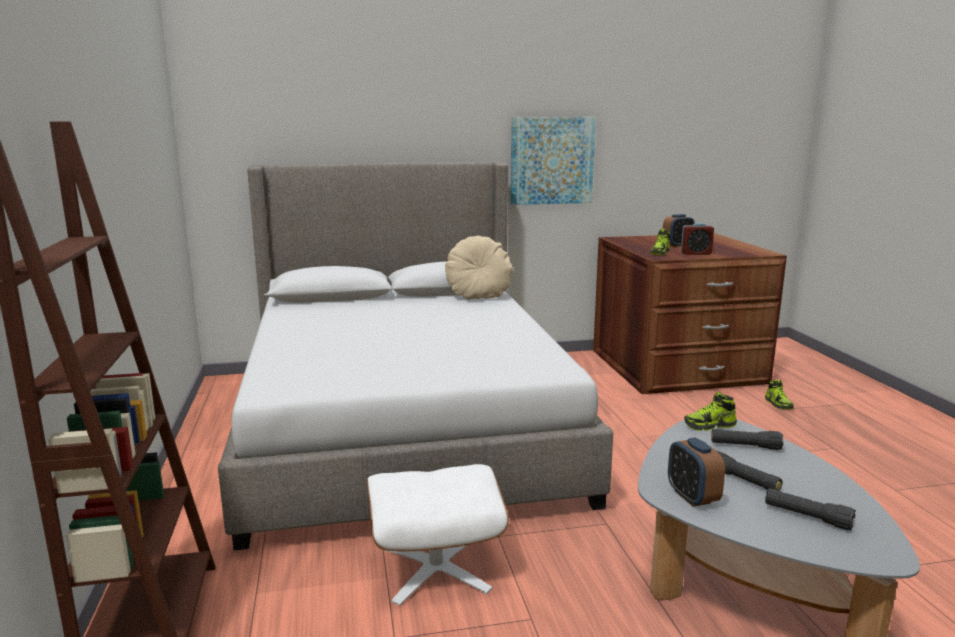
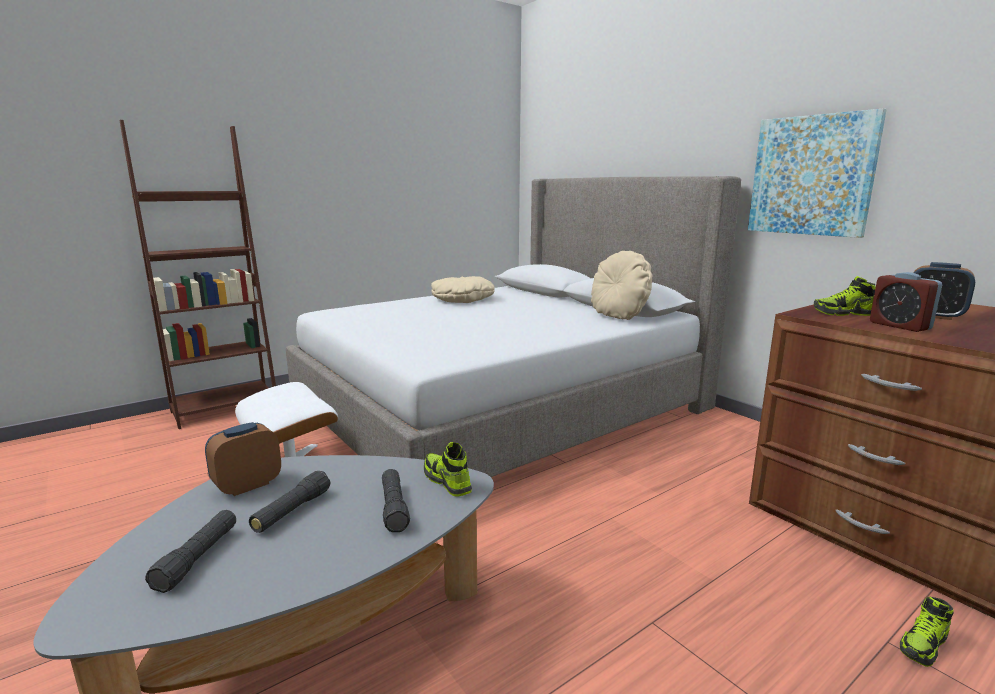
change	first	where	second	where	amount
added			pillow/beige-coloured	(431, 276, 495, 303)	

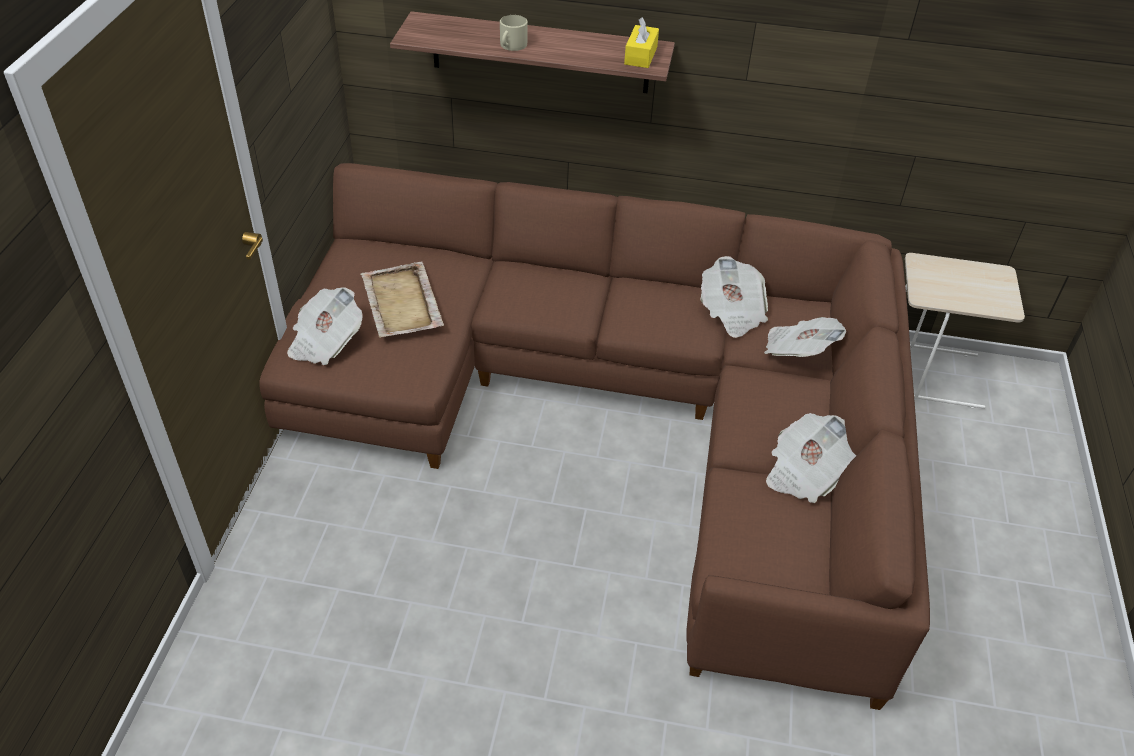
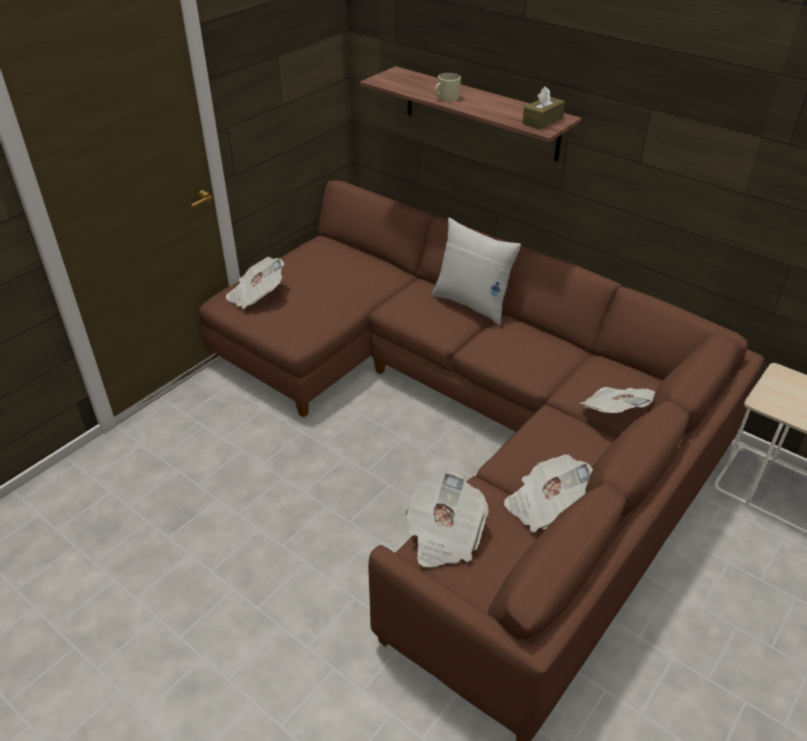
change	first	where	second	where	amount
moved	daily paper	(700, 256, 768, 338)		(406, 471, 489, 567)	
added			pillow/gray	(432, 218, 521, 325)	
recoloured	tissue box/yellowish	(624, 17, 659, 68)	tissue box/brownish	(522, 86, 565, 130)	
removed	serving tray/beige-coloured	(360, 261, 444, 338)			

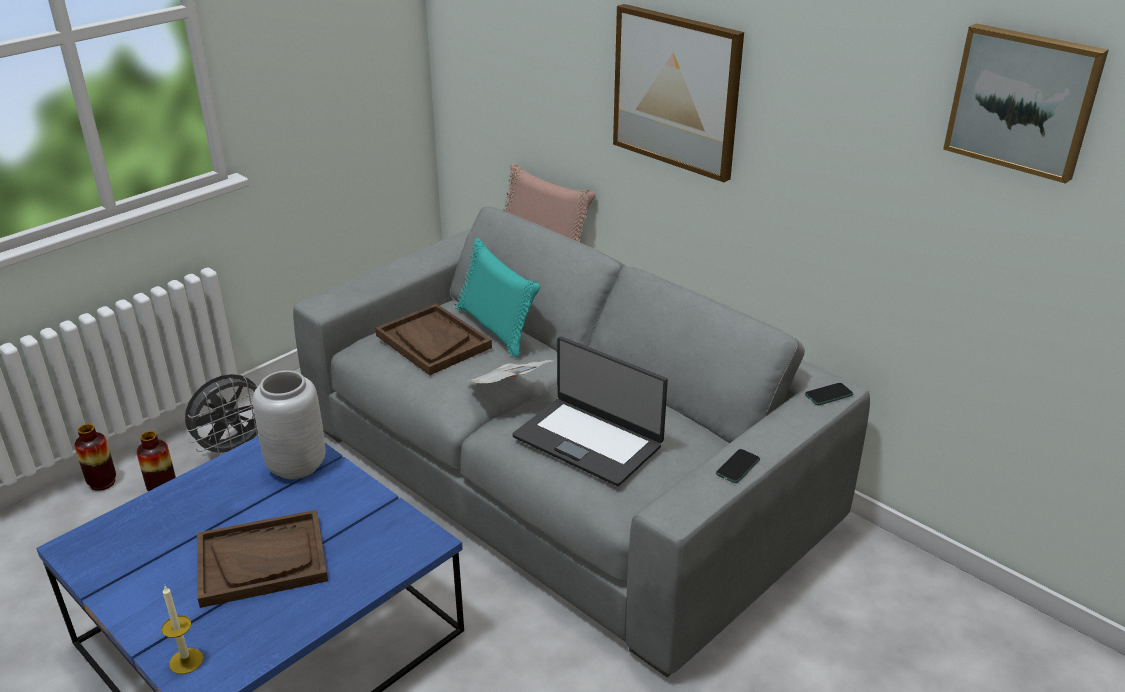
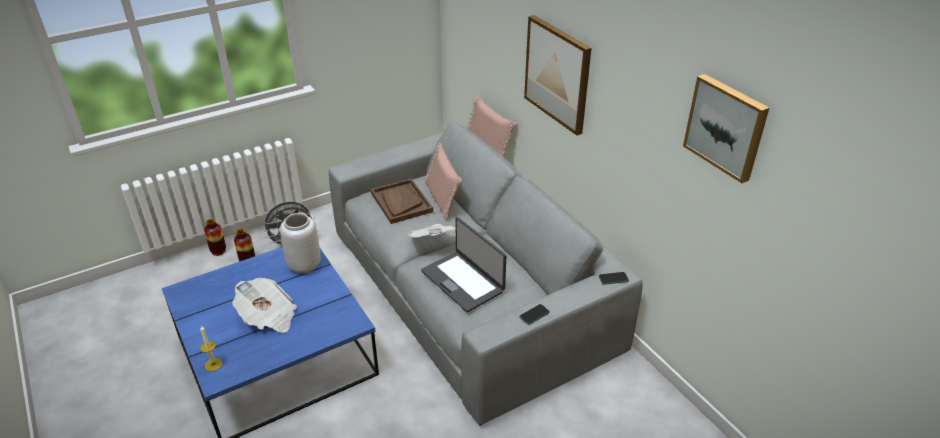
change	first	where	second	where	amount
replaced	serving tray/brownish	(197, 510, 328, 608)	daily paper	(232, 278, 297, 333)	
recoloured	pillow/turquoise	(454, 238, 540, 358)	pillow/beige-coloured	(423, 143, 462, 221)	

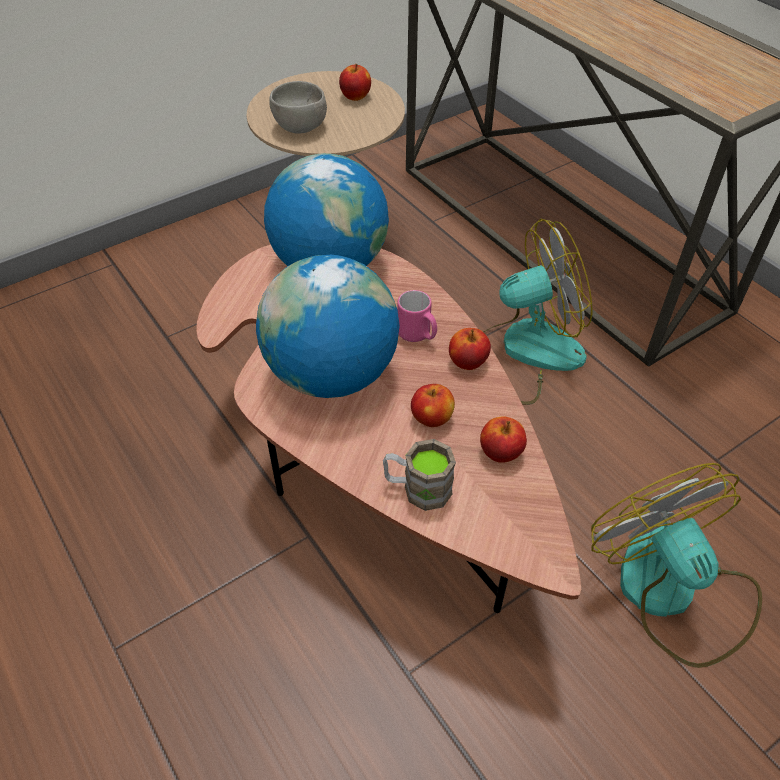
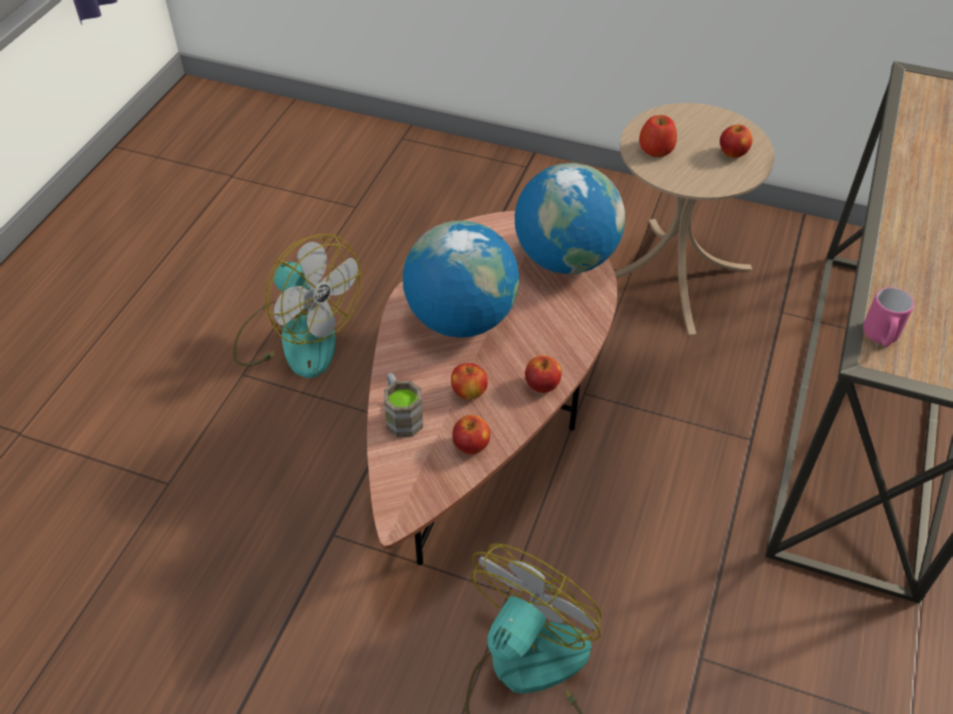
change	first	where	second	where	amount
moved	electric fan	(483, 219, 592, 405)		(233, 234, 362, 378)	
replaced	serving bowl/gray	(269, 81, 327, 134)	whole apple	(639, 115, 677, 157)	
moved	tea mug/pink-coloured	(397, 290, 437, 342)		(863, 287, 914, 347)	

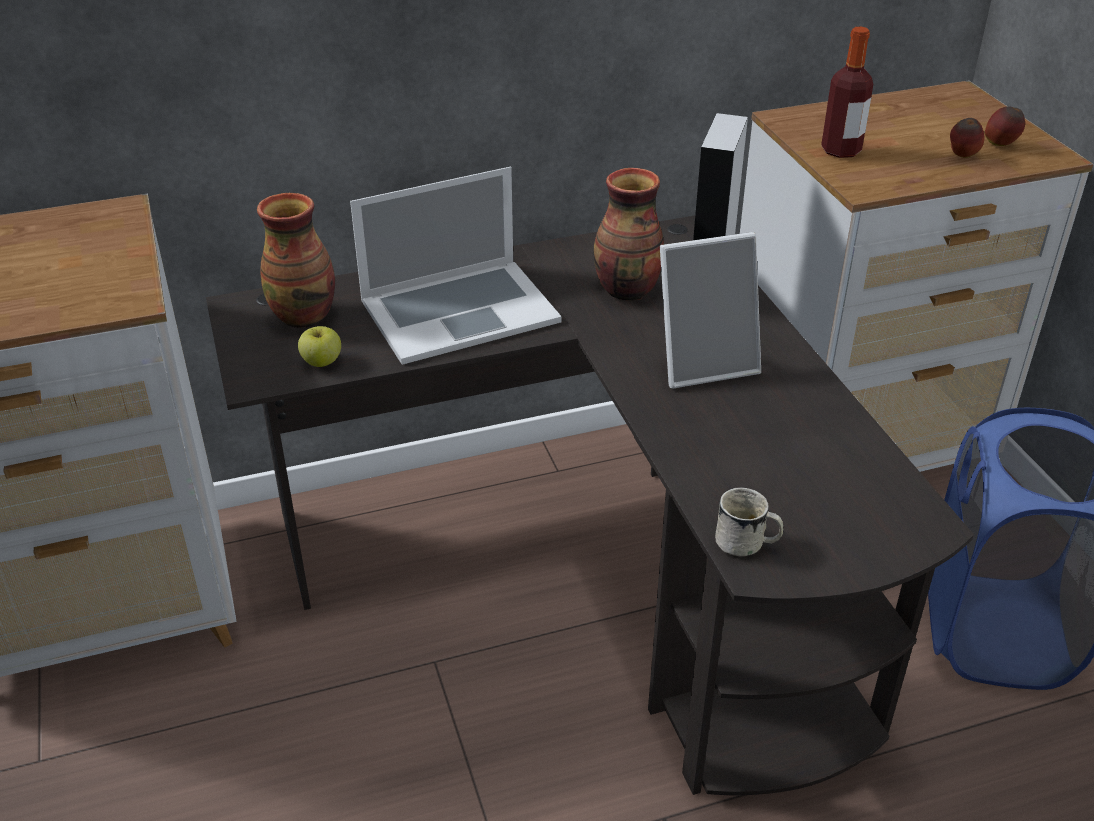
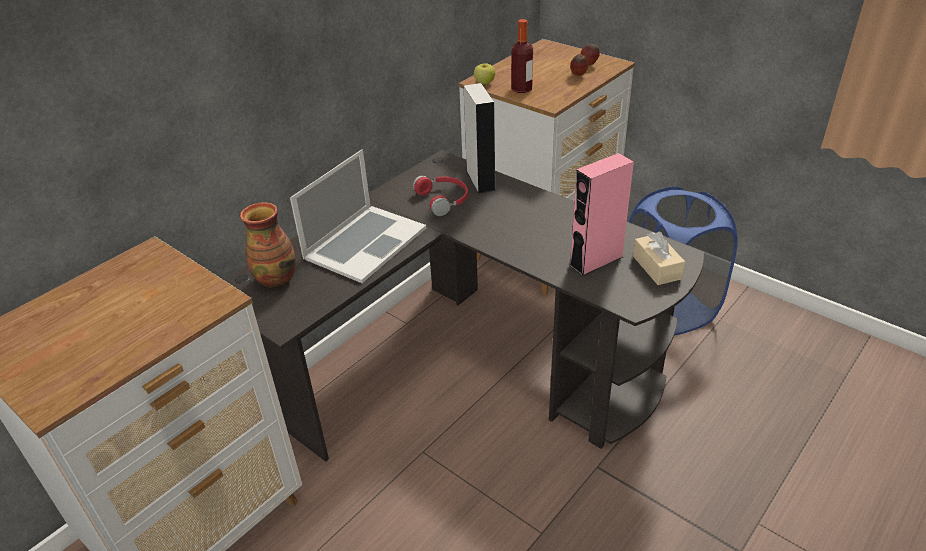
change	first	where	second	where	amount
replaced	decorative vase	(593, 168, 664, 301)	headset/reddish	(413, 175, 468, 216)	
moved	whole apple	(298, 326, 341, 367)		(474, 63, 495, 84)	
added			audio speaker/pink-coloured	(569, 153, 634, 276)	
added			tissue box/beige-coloured	(633, 232, 685, 285)	
removed	picture frame	(660, 232, 761, 389)			
removed	tea mug/white-coloured	(715, 487, 783, 556)			

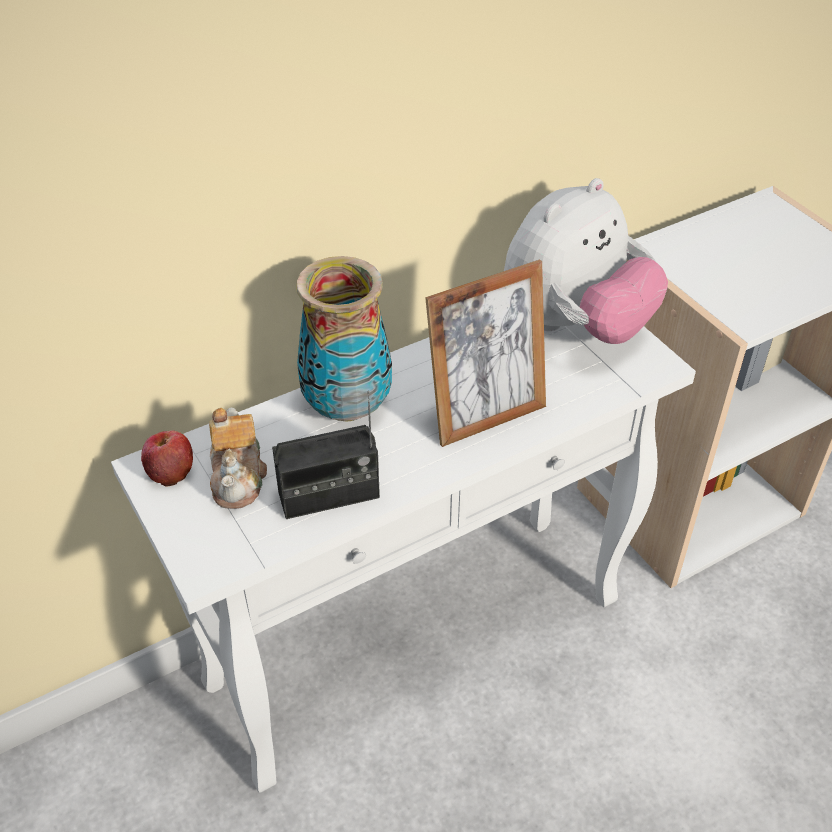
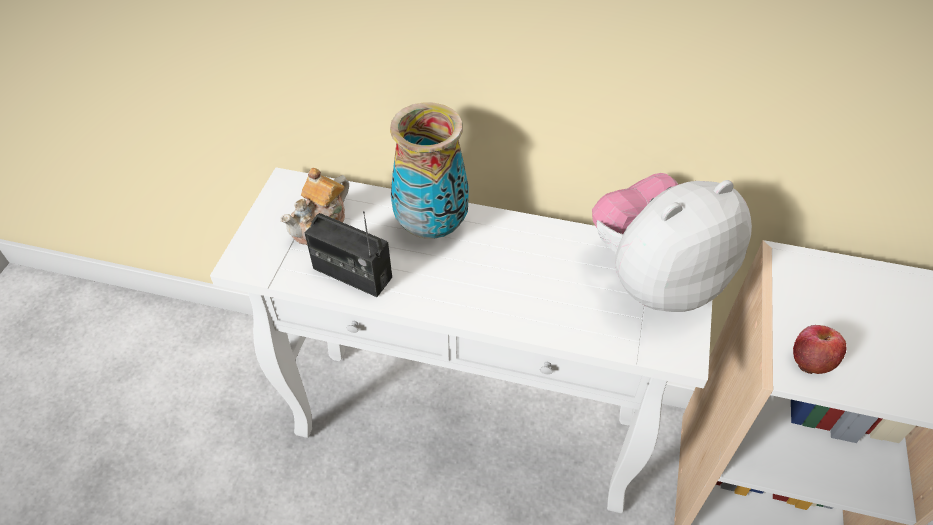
change	first	where	second	where	amount
turned	cuddly toy	(504, 178, 668, 344)		(592, 173, 752, 312)	150 degrees clockwise
moved	whole apple	(141, 430, 193, 487)		(793, 325, 846, 374)	
removed	picture frame	(425, 260, 546, 447)			

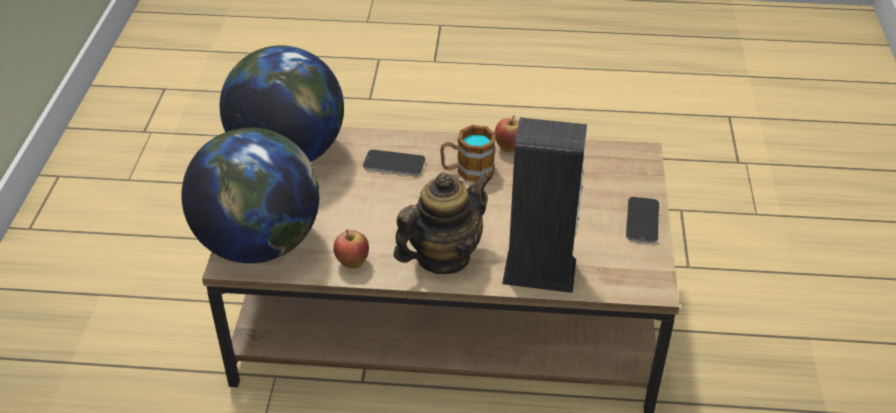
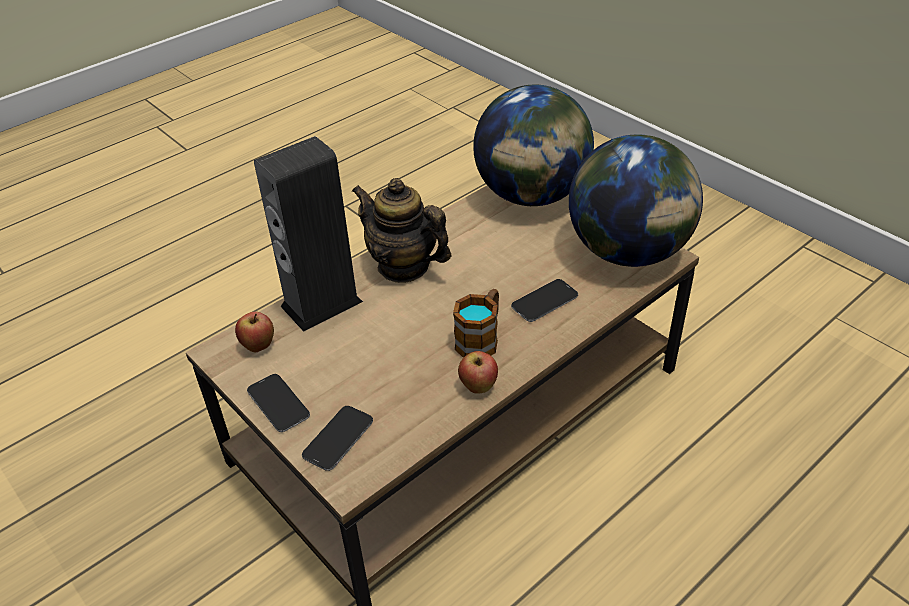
change	first	where	second	where	amount
moved	whole apple	(333, 229, 369, 269)		(235, 312, 274, 352)	
added			phone	(302, 406, 373, 471)	
turned	teapot	(393, 172, 492, 274)		(352, 178, 451, 283)	120 degrees clockwise

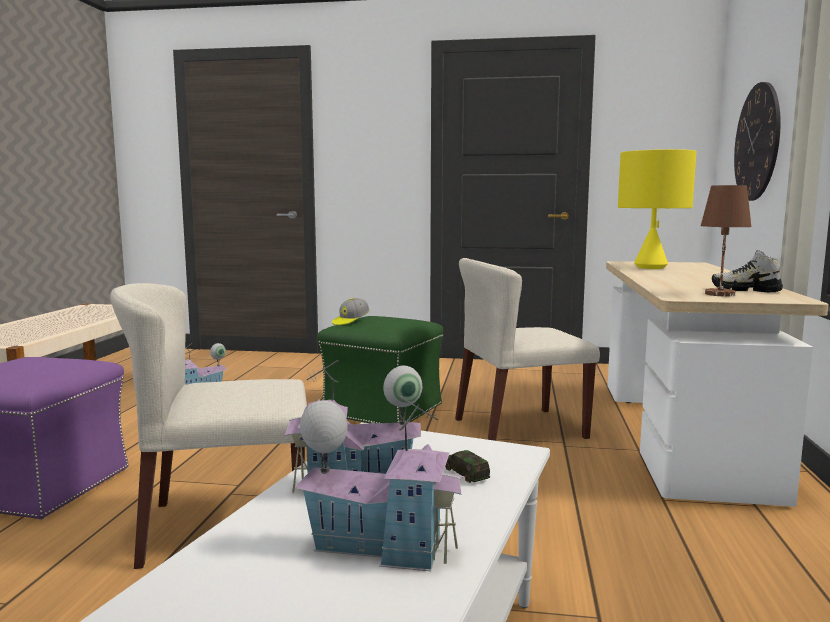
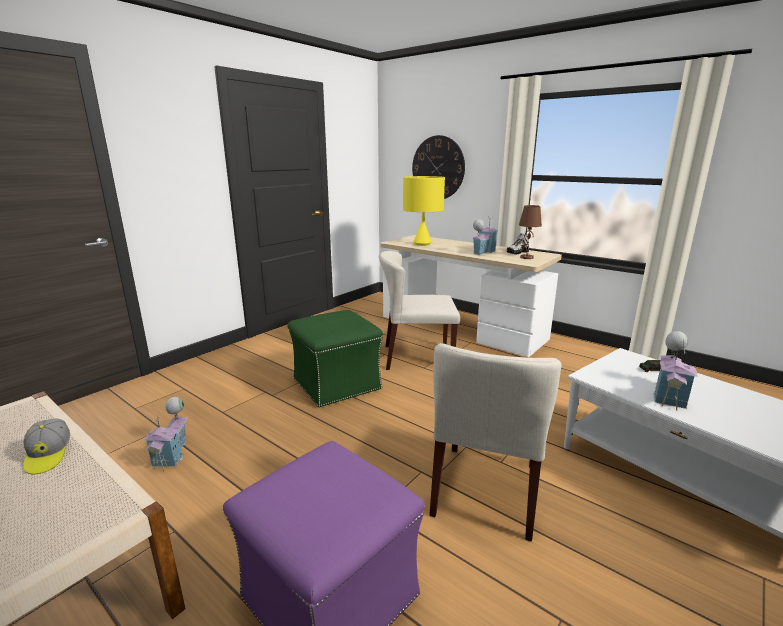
change	first	where	second	where	amount
moved	cap	(332, 298, 370, 325)		(23, 418, 70, 474)	
turned	plain chair/beige-coloured	(455, 258, 600, 441)		(379, 251, 460, 370)	75 degrees clockwise
moved	miniature house	(294, 396, 465, 571)		(472, 216, 498, 255)	

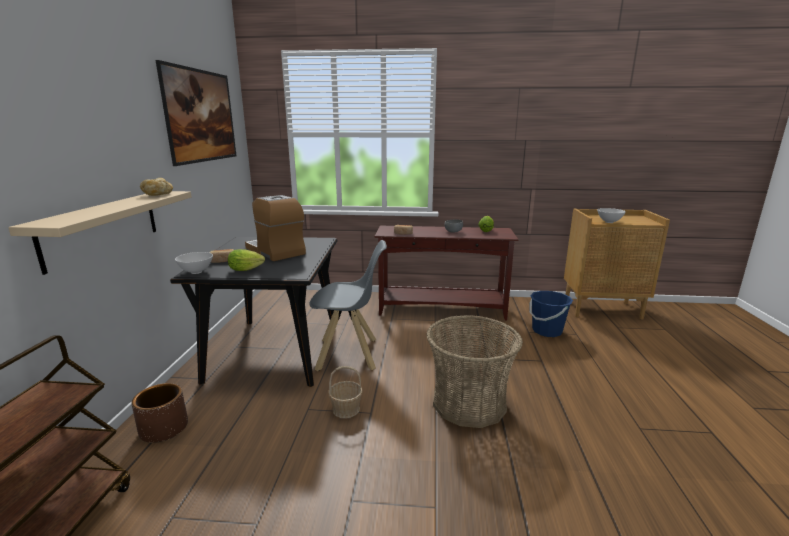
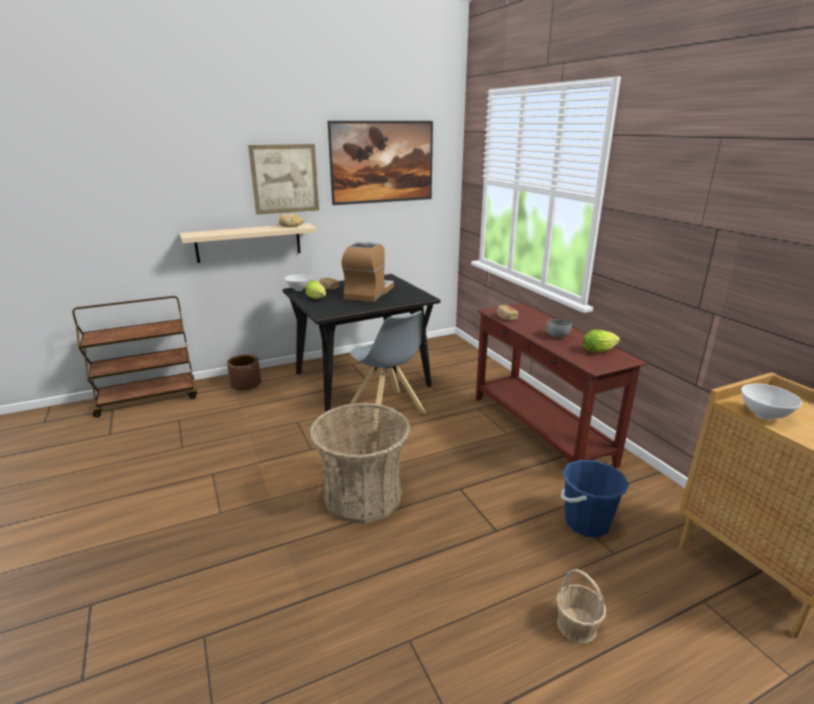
change	first	where	second	where	amount
added			wall picture	(248, 144, 319, 215)	
moved	basket	(328, 366, 363, 418)		(556, 569, 606, 643)	

